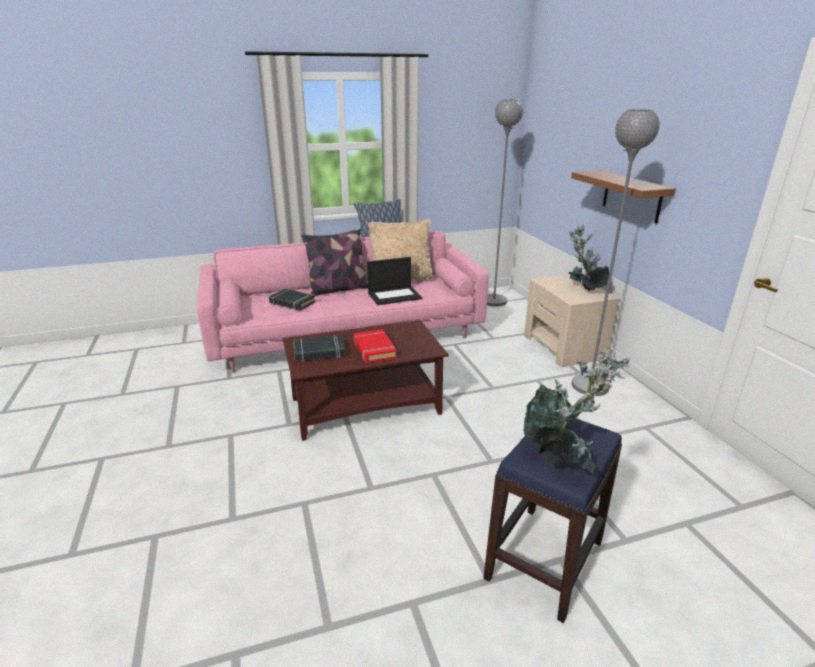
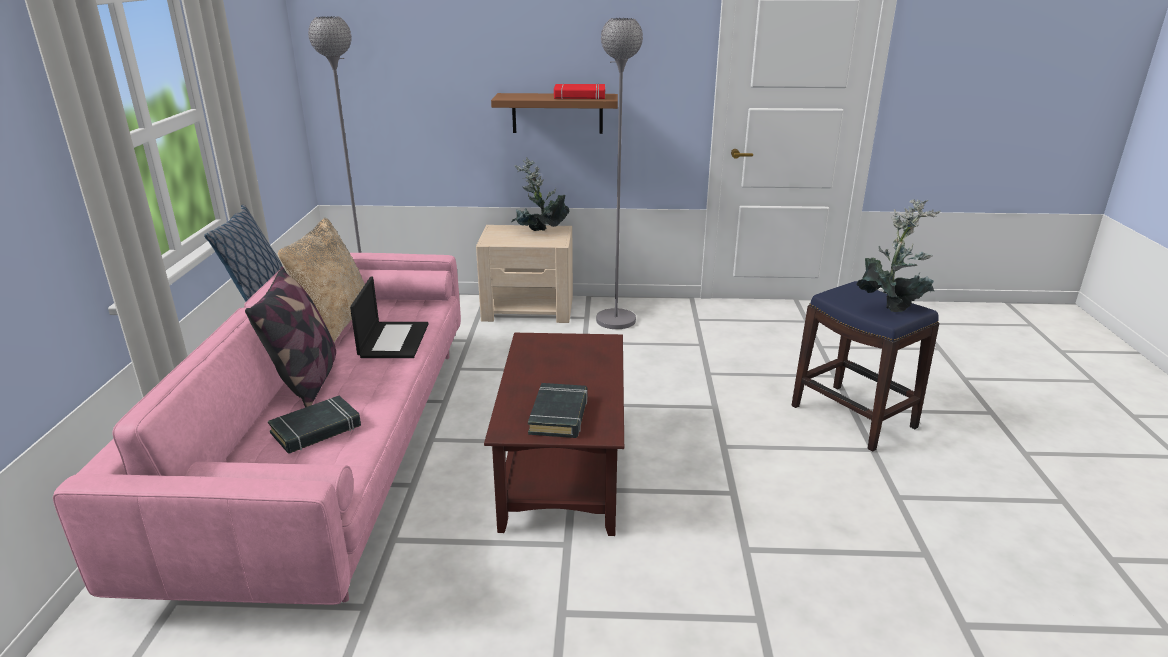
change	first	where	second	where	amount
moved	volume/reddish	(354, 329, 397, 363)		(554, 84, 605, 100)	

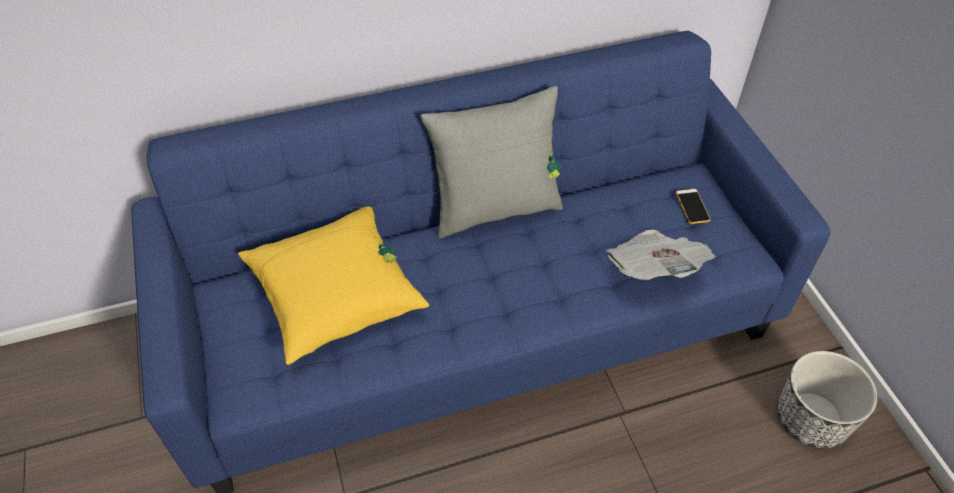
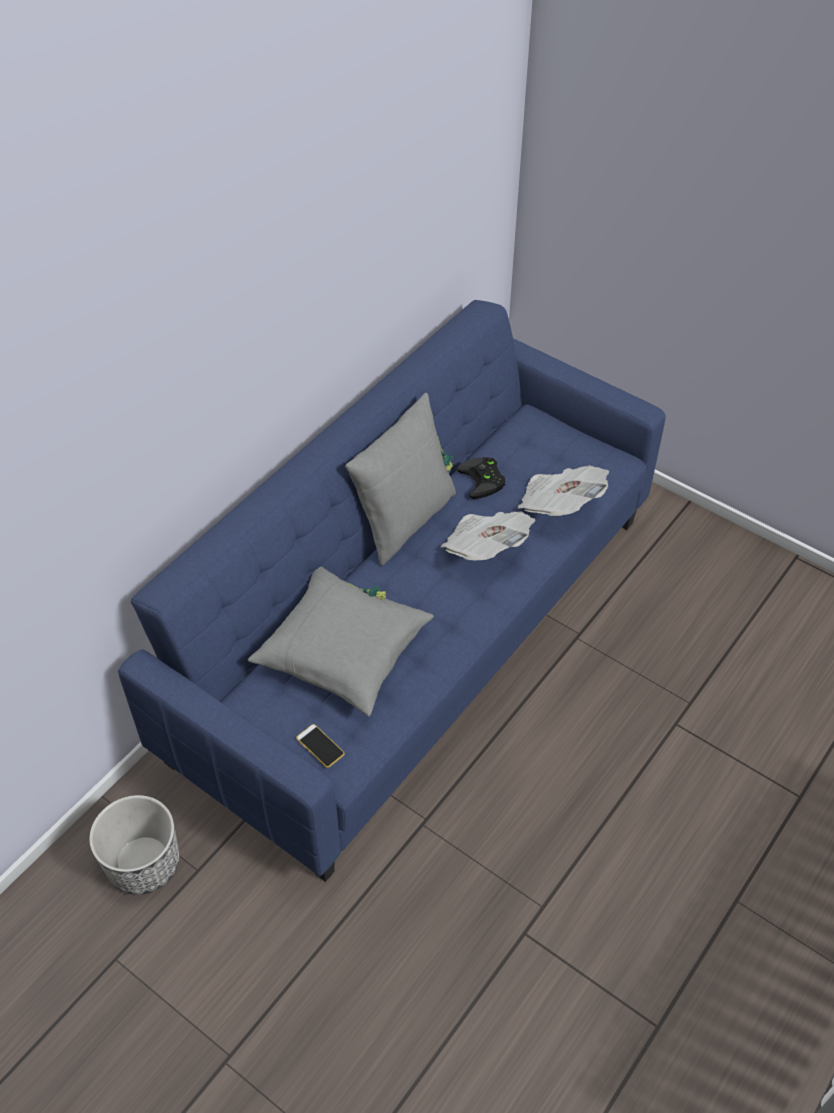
change	first	where	second	where	amount
moved	planter	(777, 351, 877, 449)		(89, 795, 179, 895)	
recoloured	pillow/yellowish	(238, 207, 429, 365)	pillow/gray	(248, 567, 434, 717)	
moved	phone	(676, 189, 710, 224)		(296, 724, 345, 768)	
added			daily paper	(440, 511, 535, 561)	
added			gamepad/blackish	(457, 457, 506, 499)	

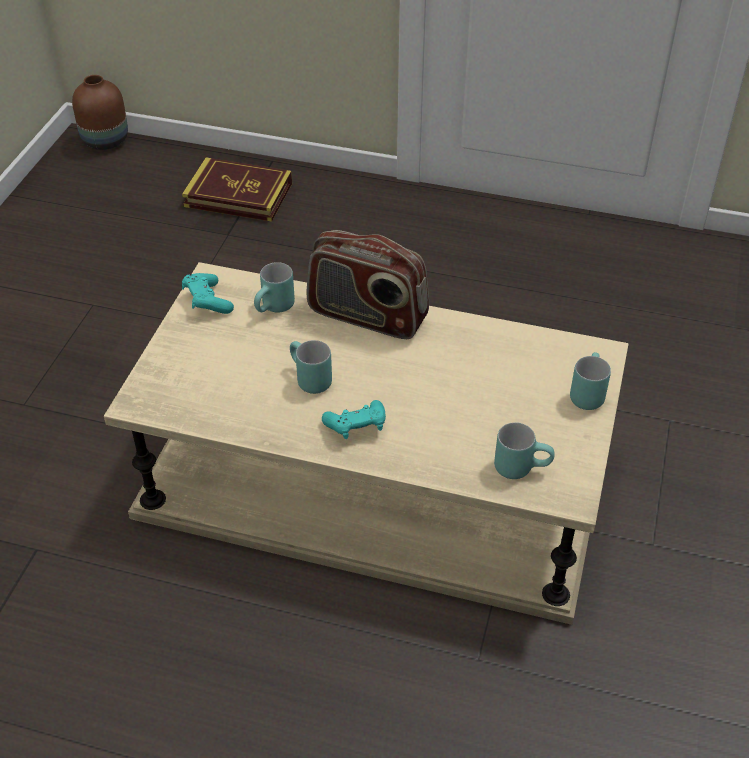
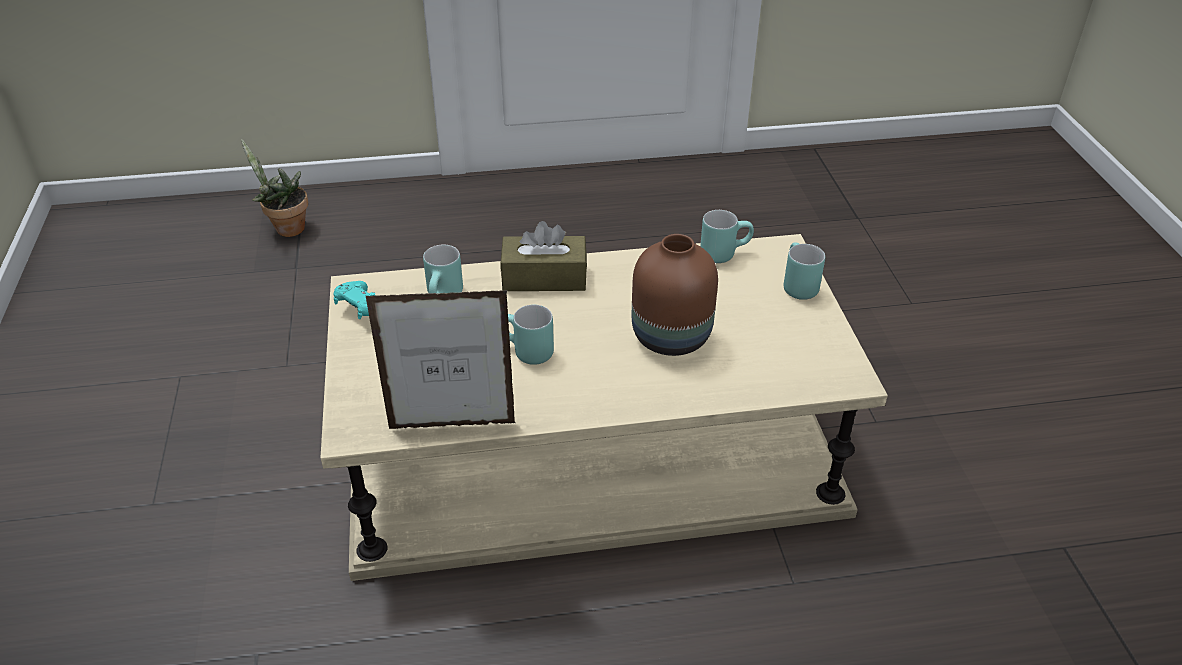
change	first	where	second	where	amount
replaced	volume	(182, 158, 292, 222)	plant in a pot	(241, 139, 308, 237)	
added			picture frame	(366, 290, 516, 429)	
replaced	radio set	(307, 230, 429, 339)	tissue box/brownish	(500, 221, 587, 291)	
moved	decorative vase/brownish	(72, 75, 128, 150)		(632, 234, 718, 356)	
moved	tea mug/turquoise	(494, 422, 555, 479)		(700, 210, 754, 263)	
removed	gamepad/turquoise	(322, 400, 386, 439)			

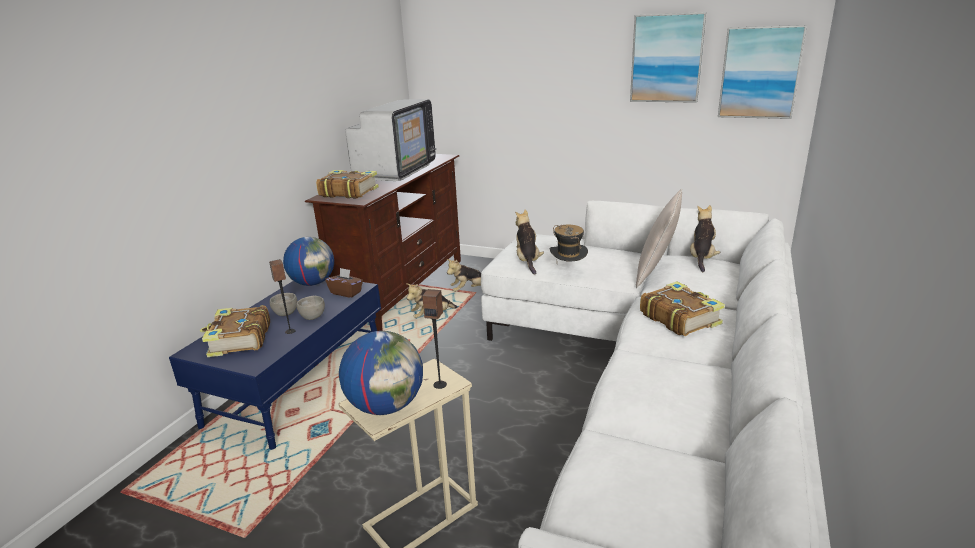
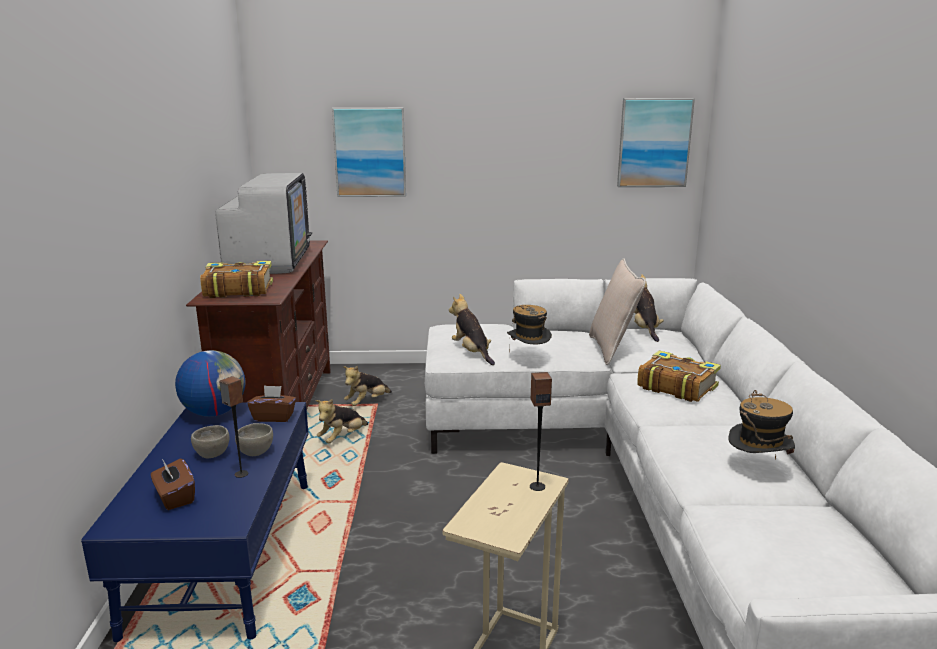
change	first	where	second	where	amount
replaced	volume	(200, 305, 270, 357)	tissue box/brownish	(151, 459, 195, 510)	
moved	wall picture	(630, 12, 706, 103)		(332, 107, 406, 197)	
added			clothing hat	(728, 390, 795, 459)	
removed	globe	(339, 331, 423, 415)			

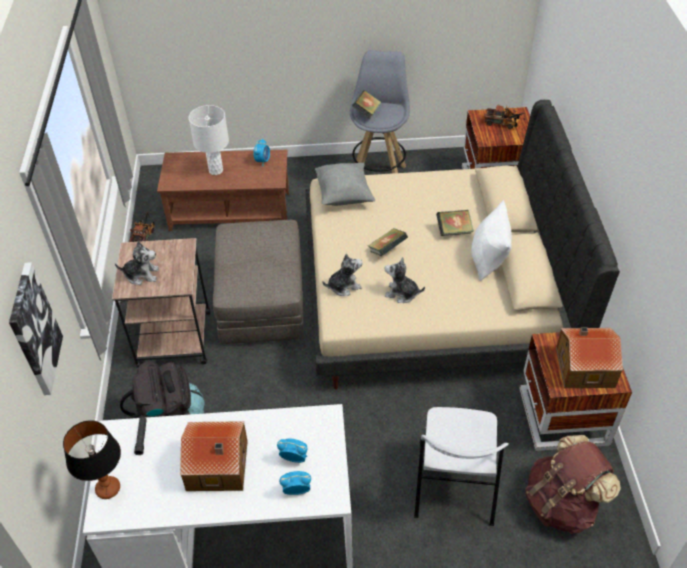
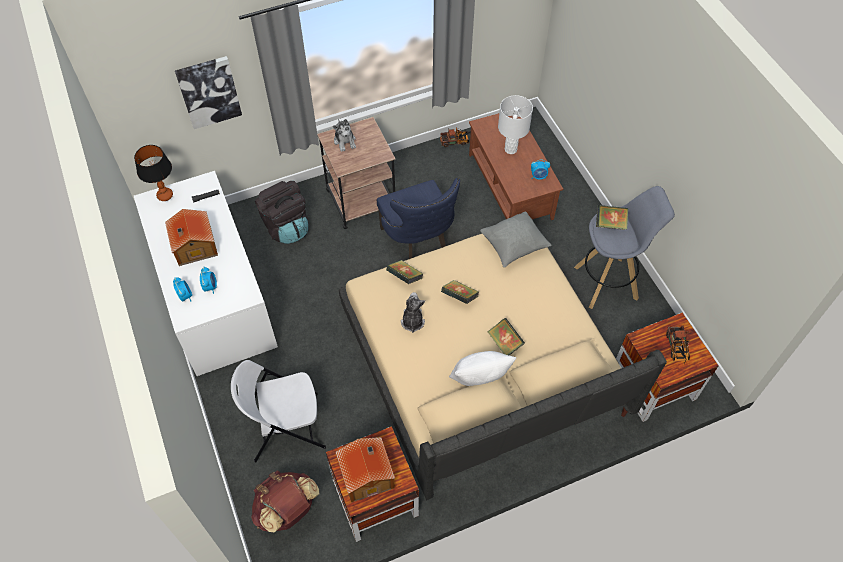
change	first	where	second	where	amount
replaced	pouffe/gray	(213, 220, 304, 344)	plain chair/bluish	(377, 178, 460, 259)	
replaced	cuddly toy	(323, 253, 363, 296)	volume	(386, 260, 423, 284)	

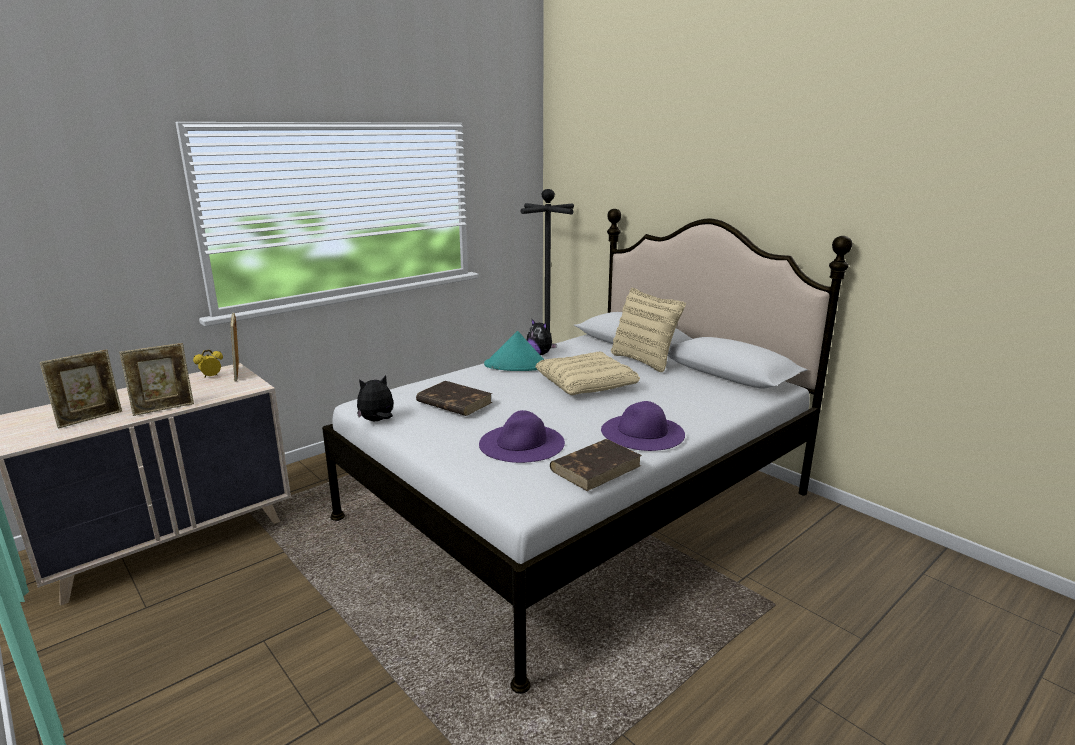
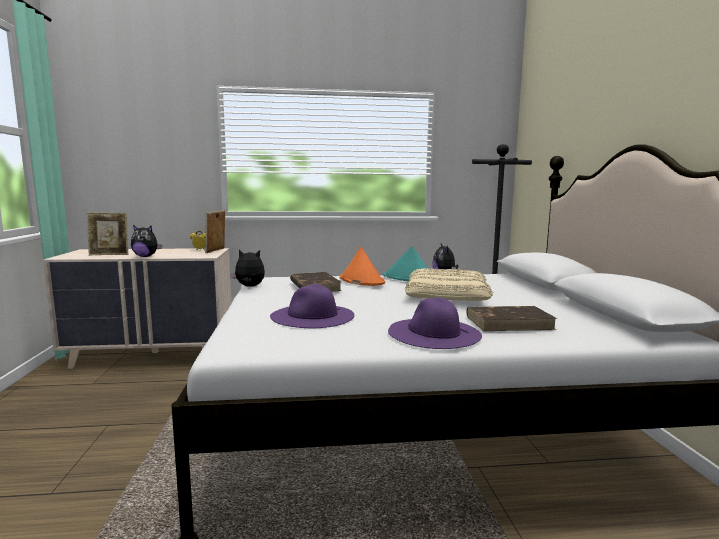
change	first	where	second	where	amount
replaced	picture frame	(119, 343, 194, 416)	cuddly toy	(131, 225, 162, 257)	
added			clothing hat/orangey	(339, 246, 385, 286)	
moved	volume/brownish	(550, 439, 642, 491)		(466, 306, 557, 331)	
removed	pillow/beige-coloured	(611, 288, 686, 372)			

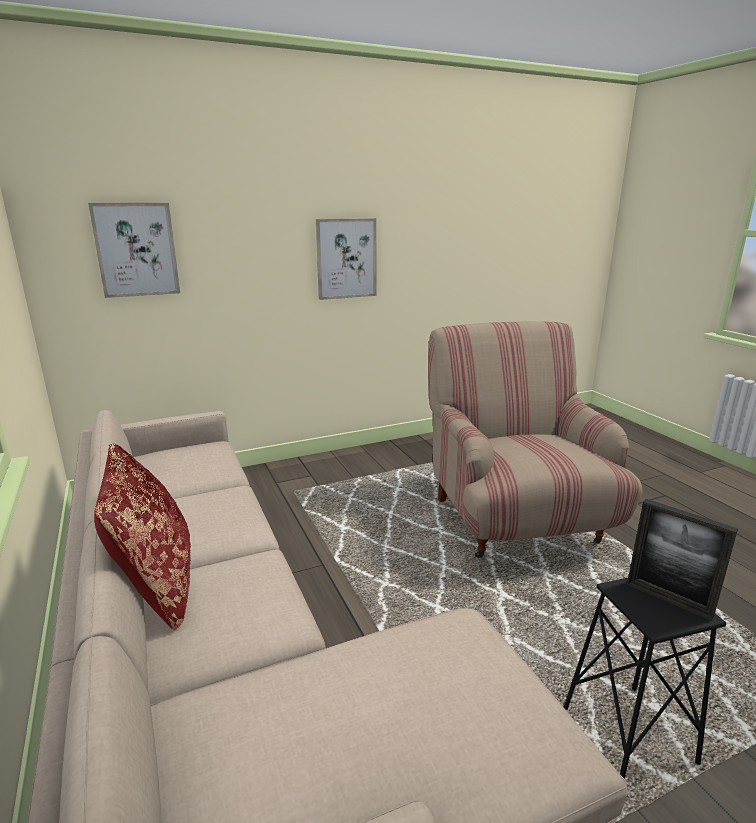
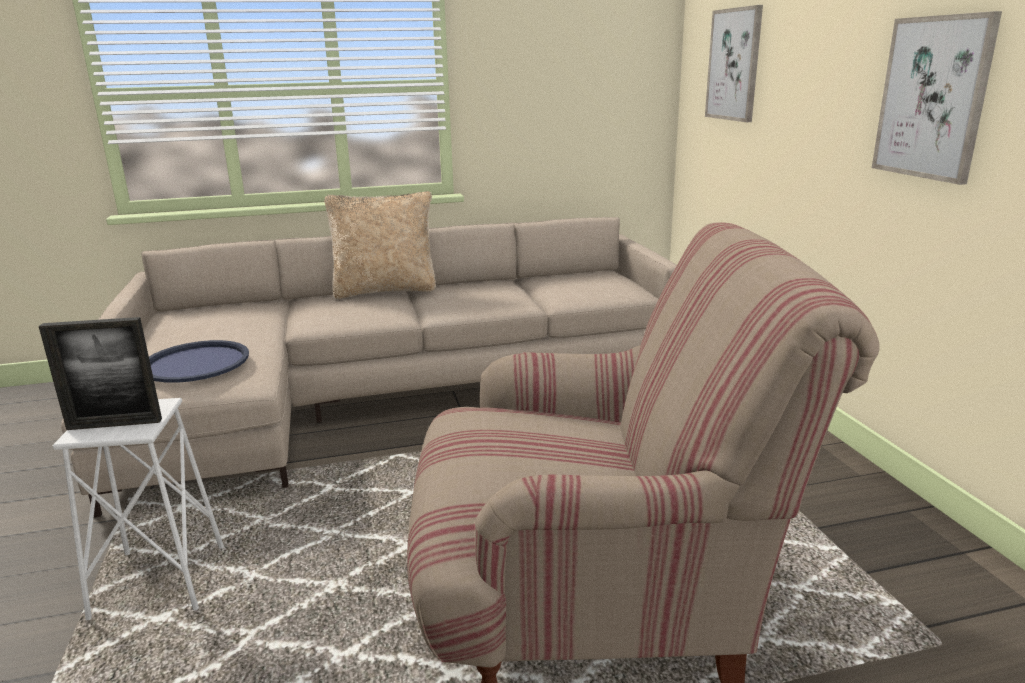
change	first	where	second	where	amount
turned	picture frame	(627, 499, 738, 621)		(39, 317, 162, 430)	150 degrees counterclockwise
recoloured	sitting stool/blackish	(564, 578, 726, 779)	sitting stool/white-coloured	(53, 398, 224, 620)	
added			serving tray/bluish	(149, 340, 249, 383)	
recoloured	pillow/reddish	(94, 443, 191, 630)	pillow/beige-coloured	(324, 191, 436, 300)	

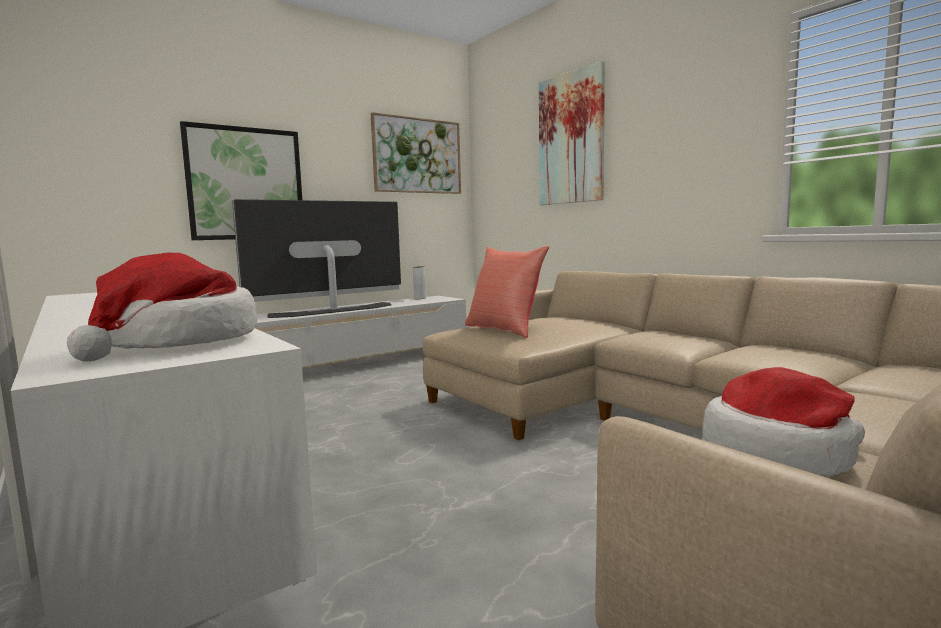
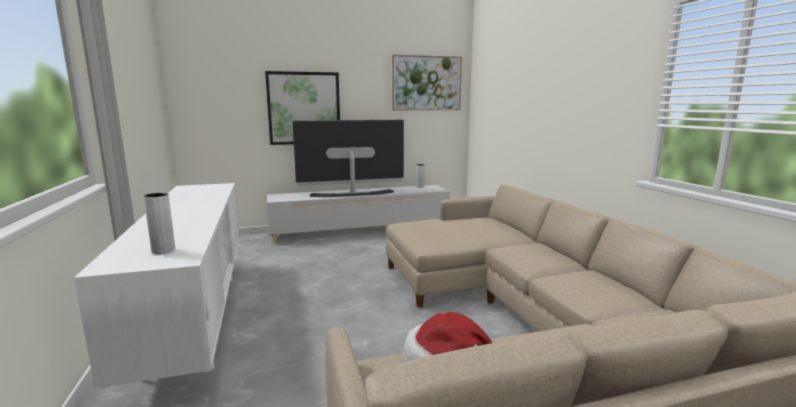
change	first	where	second	where	amount
replaced	clothing hat	(67, 253, 257, 362)	decorative vase/gray	(144, 193, 175, 254)	
removed	pillow/reddish	(465, 246, 549, 338)			
removed	wall picture	(539, 61, 605, 205)			

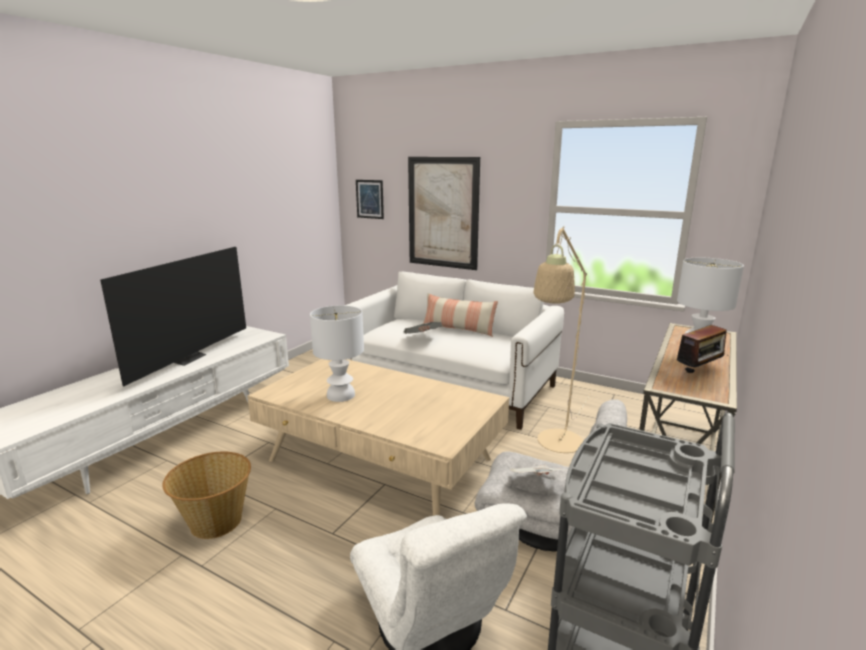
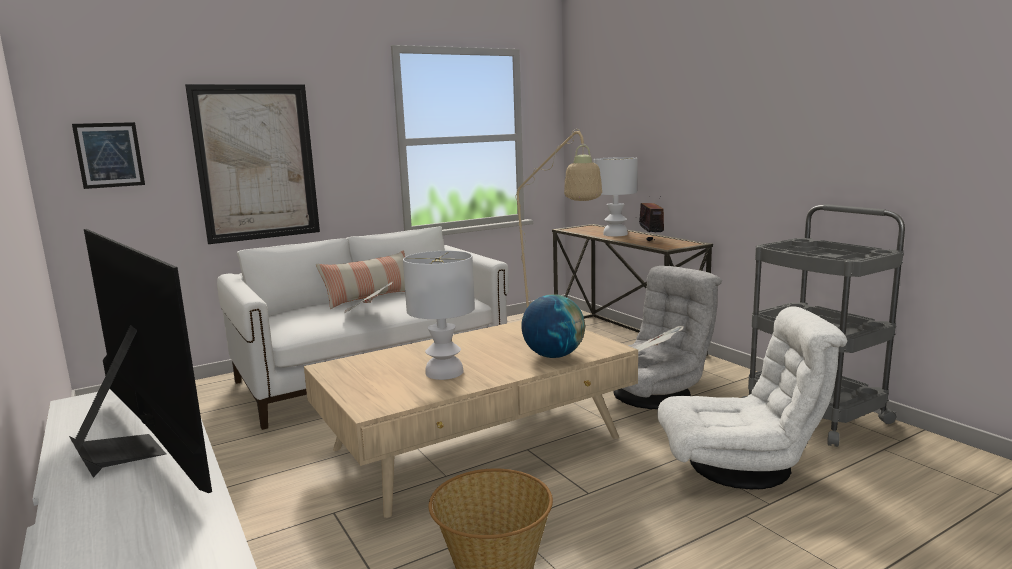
change	first	where	second	where	amount
added			globe	(521, 294, 585, 358)	

